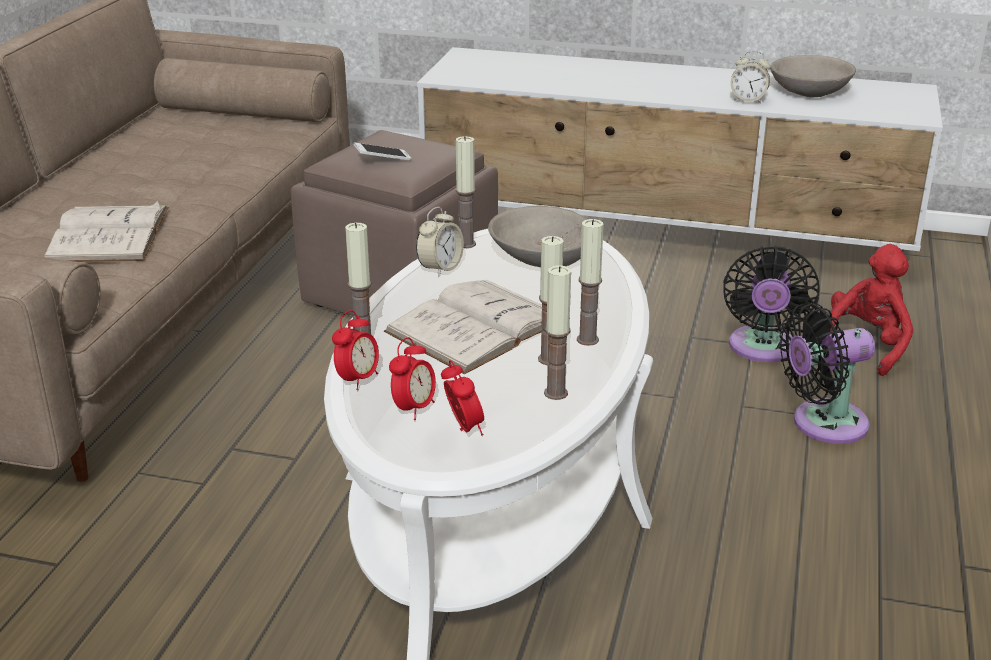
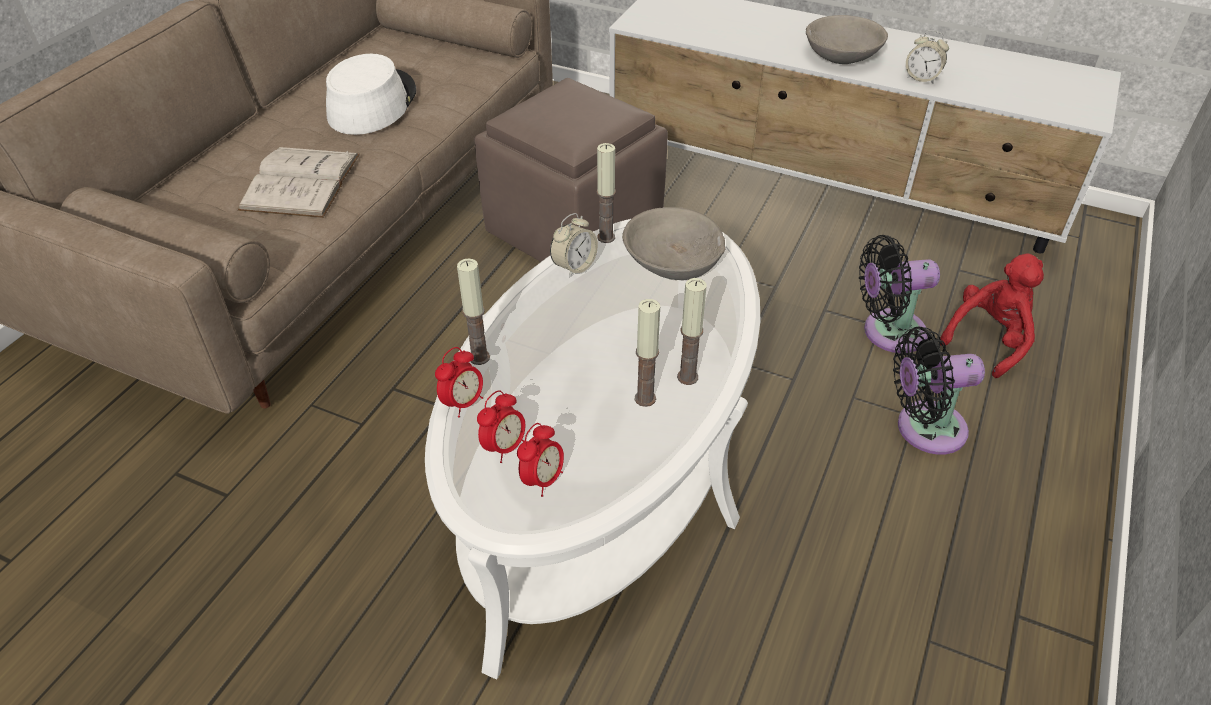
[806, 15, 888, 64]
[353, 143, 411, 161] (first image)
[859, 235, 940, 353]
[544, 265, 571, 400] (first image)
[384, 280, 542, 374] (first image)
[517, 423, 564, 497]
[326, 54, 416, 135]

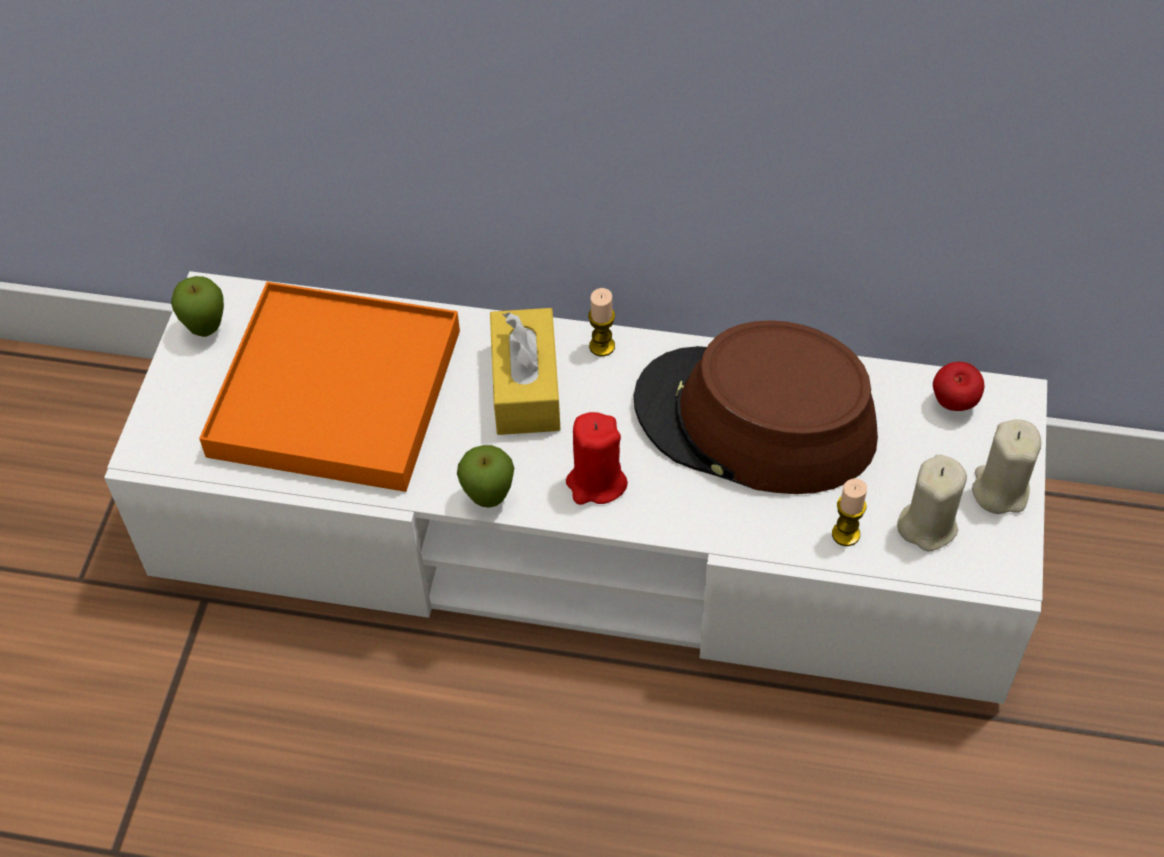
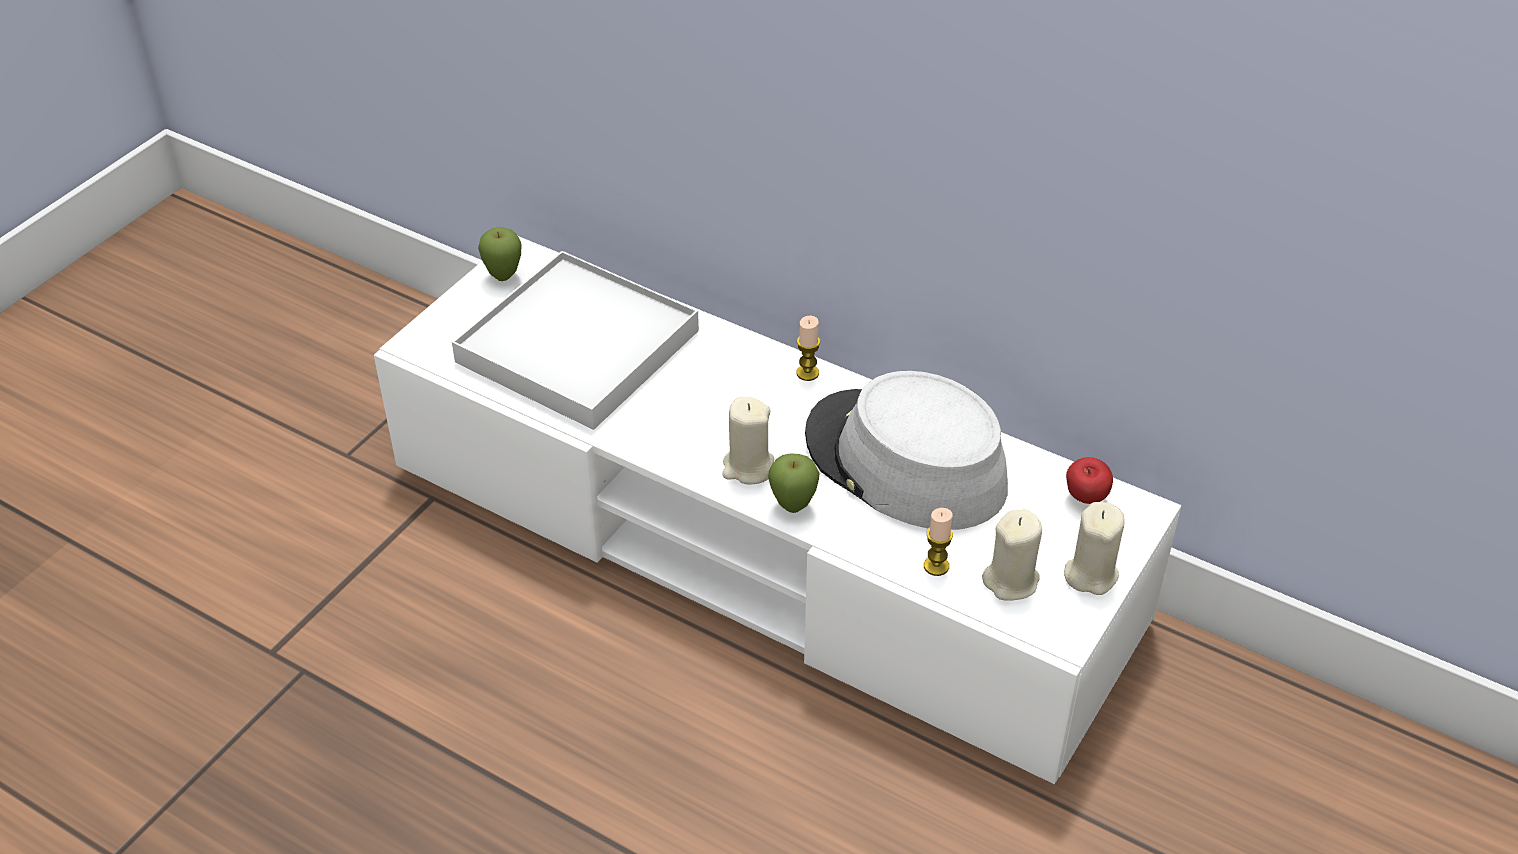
[452, 251, 699, 430]
[490, 308, 560, 435] (first image)
[805, 371, 1008, 530]
[722, 397, 775, 484]
[768, 453, 819, 513]

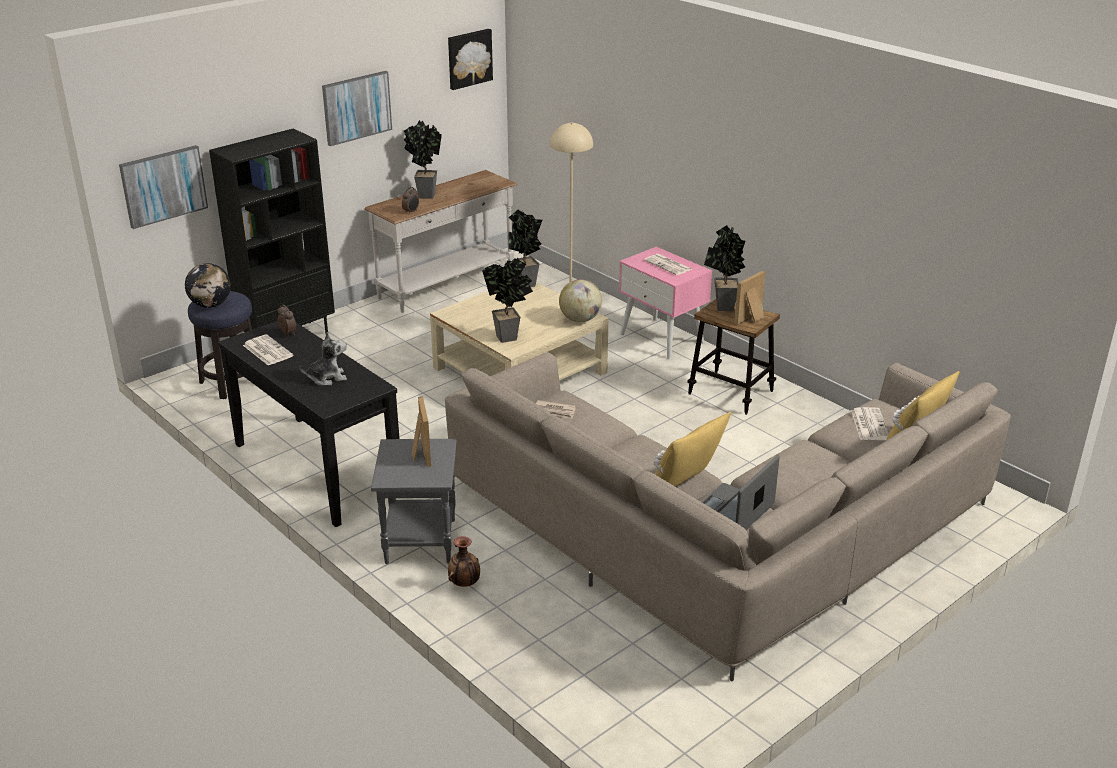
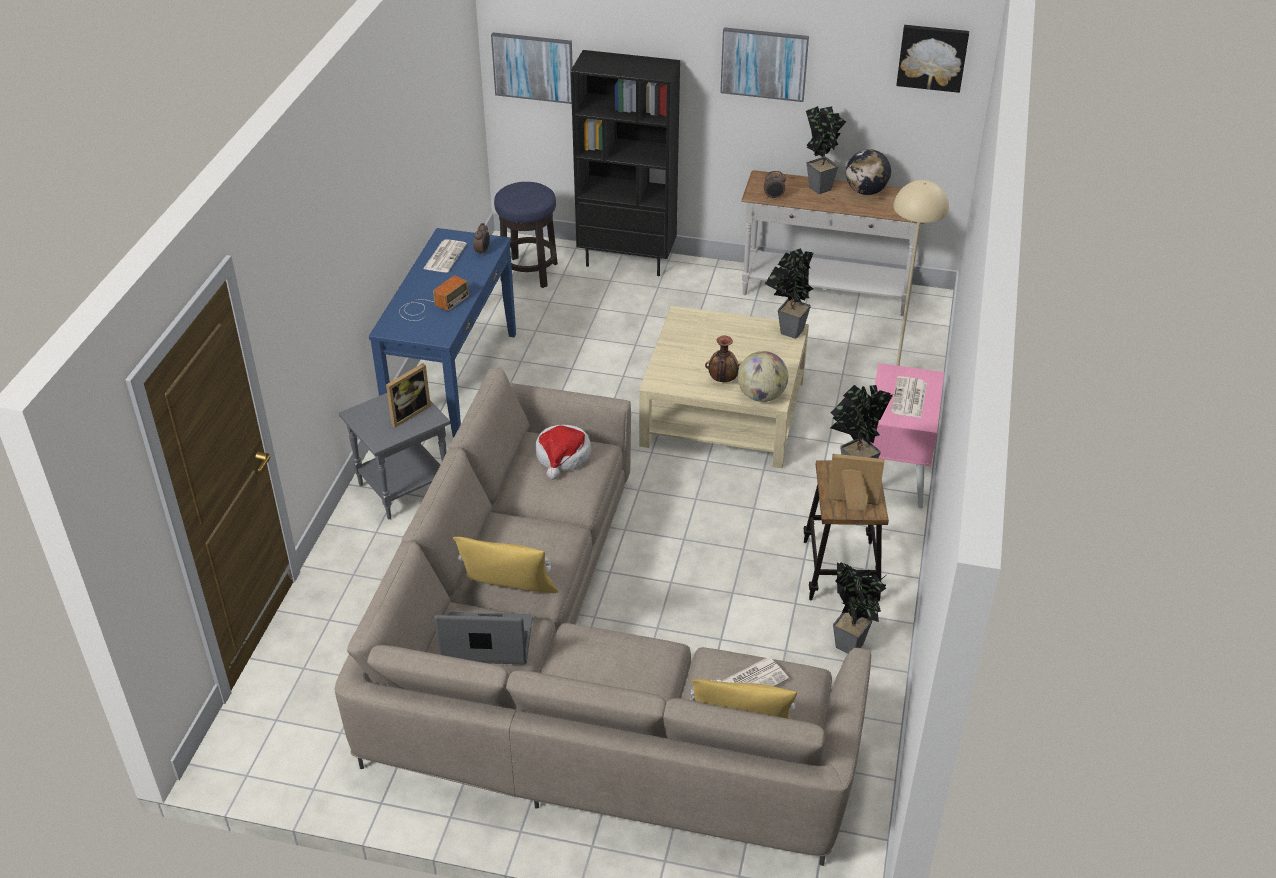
[833, 562, 886, 653]
[846, 149, 891, 195]
[369, 228, 516, 438]
[399, 275, 469, 321]
[536, 425, 591, 479]
[705, 336, 741, 382]

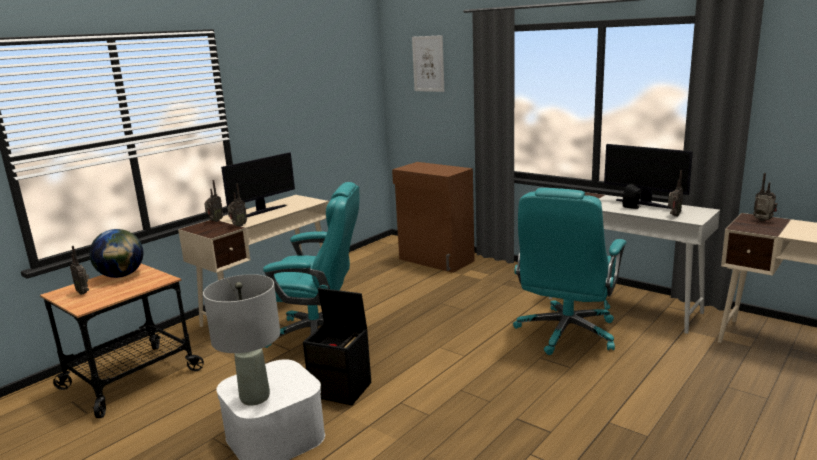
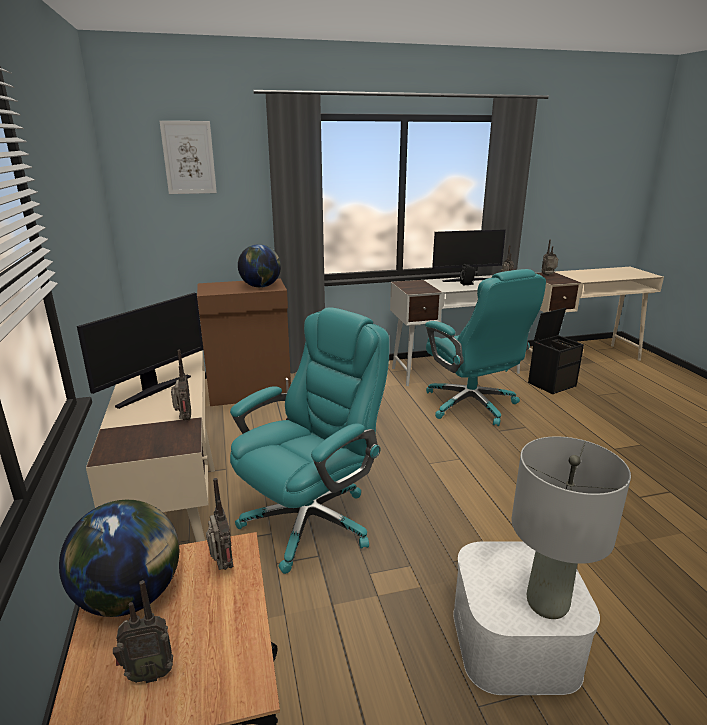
[77, 293, 203, 409]
[206, 478, 233, 570]
[528, 308, 584, 394]
[238, 244, 281, 288]

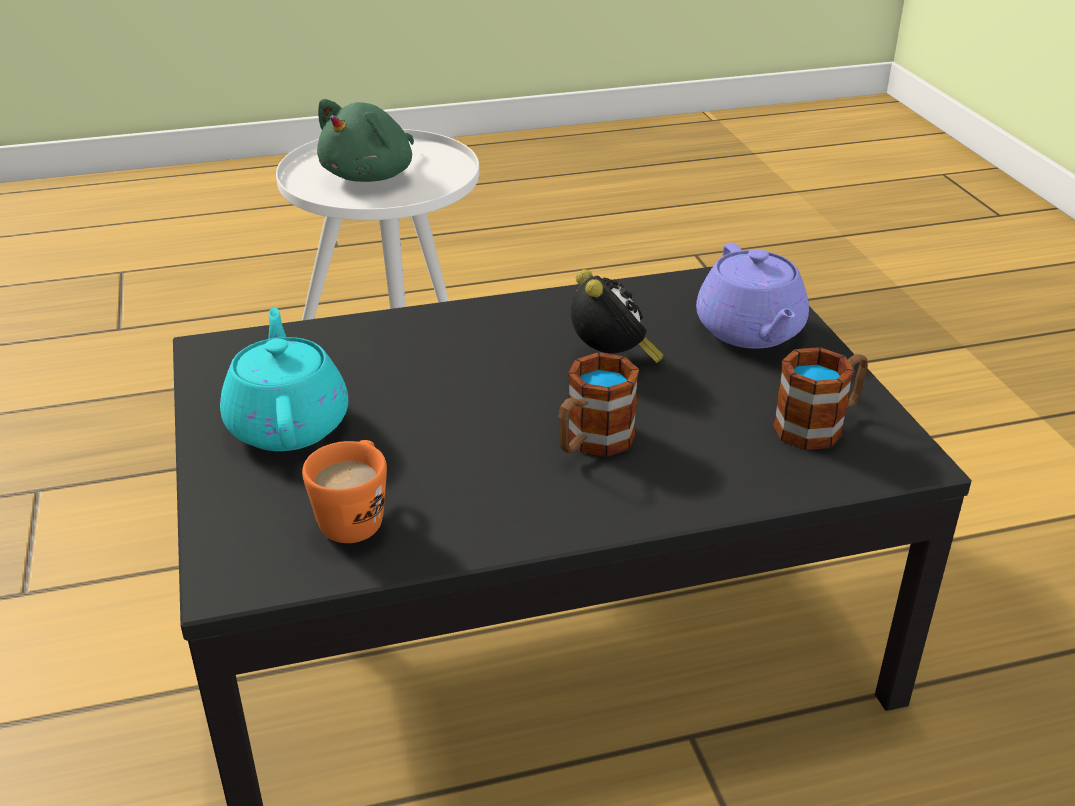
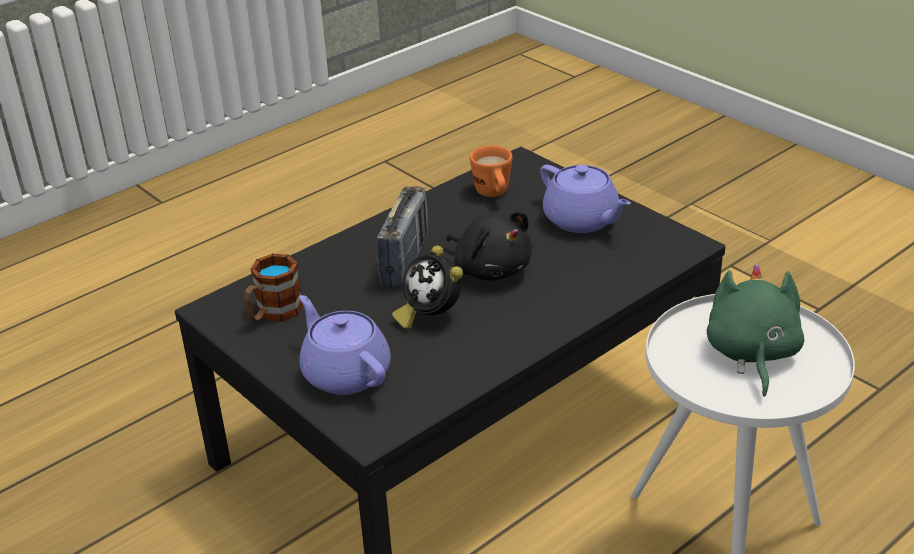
[540, 165, 631, 233]
[377, 186, 428, 288]
[446, 212, 532, 281]

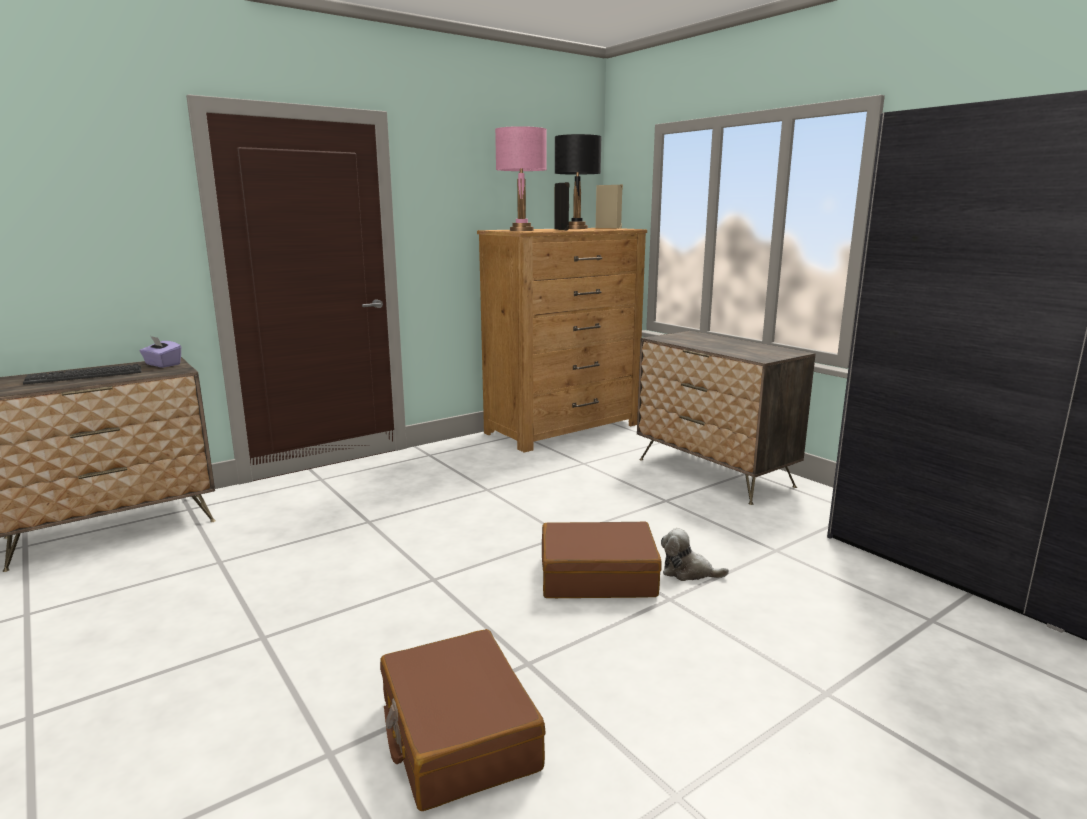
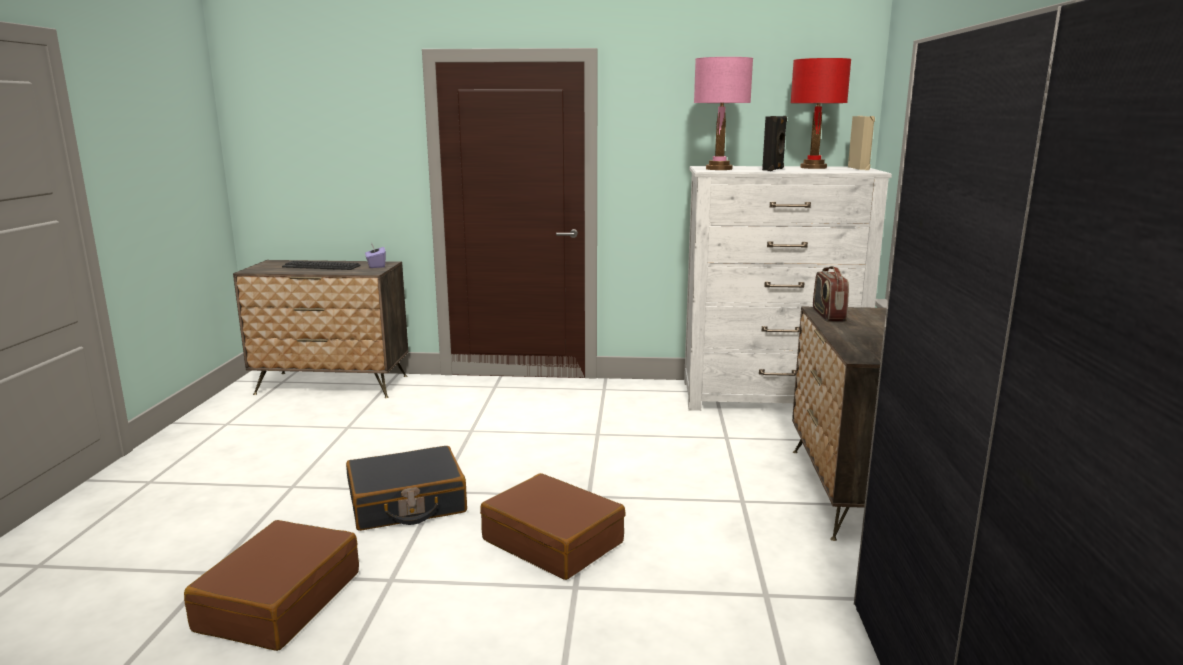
[791, 58, 851, 169]
[684, 166, 892, 411]
[661, 528, 729, 581] (first image)
[813, 266, 849, 321]
[346, 446, 467, 531]

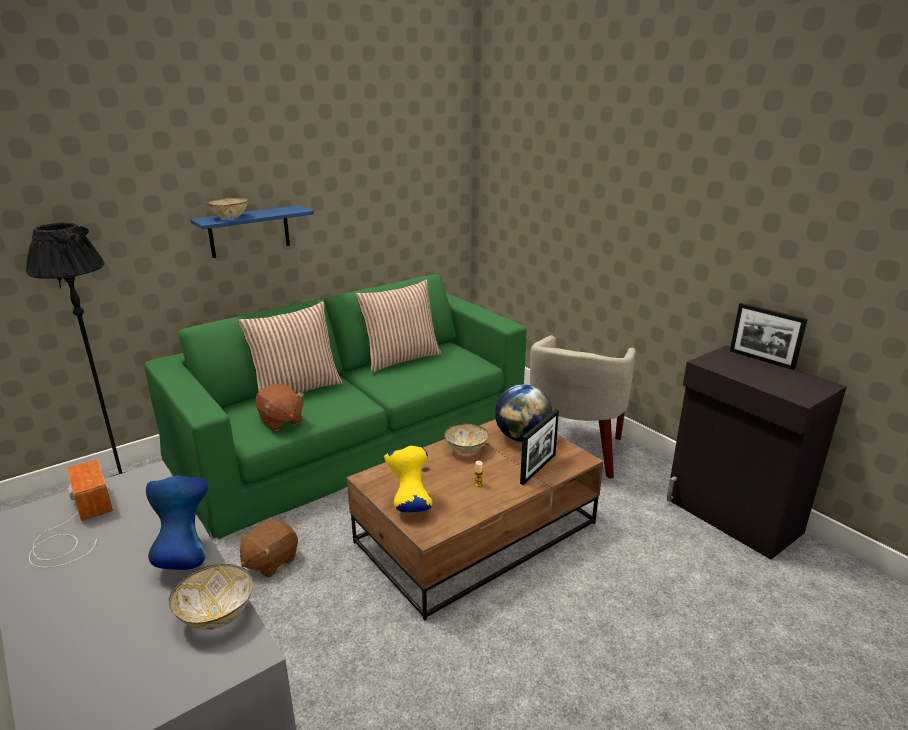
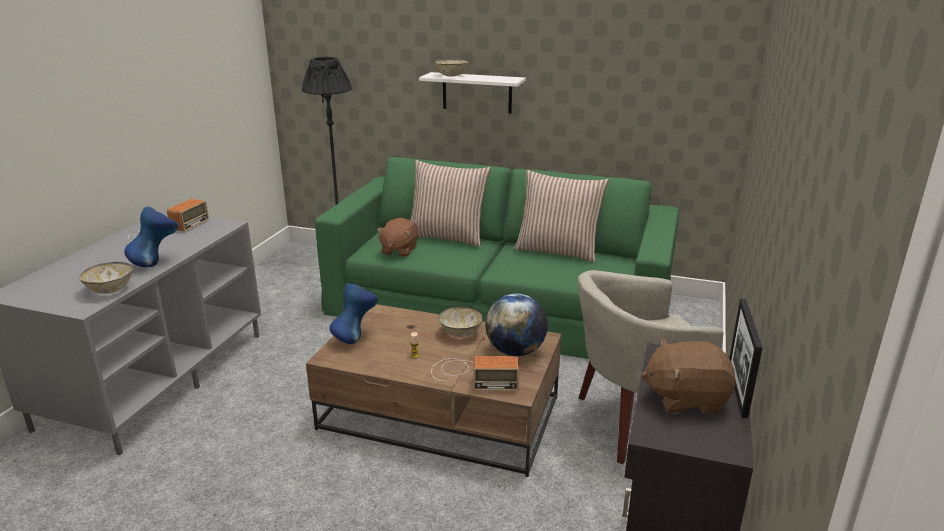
[419, 72, 526, 114]
[431, 356, 519, 391]
[329, 283, 378, 344]
[641, 338, 736, 415]

